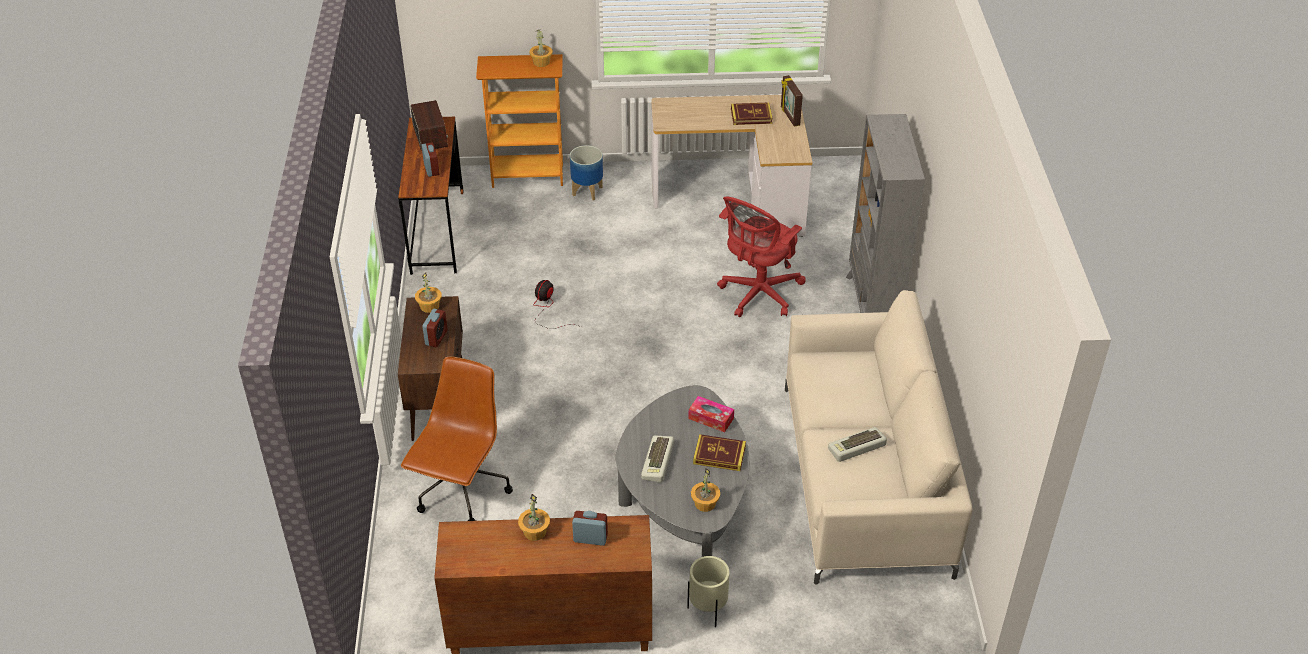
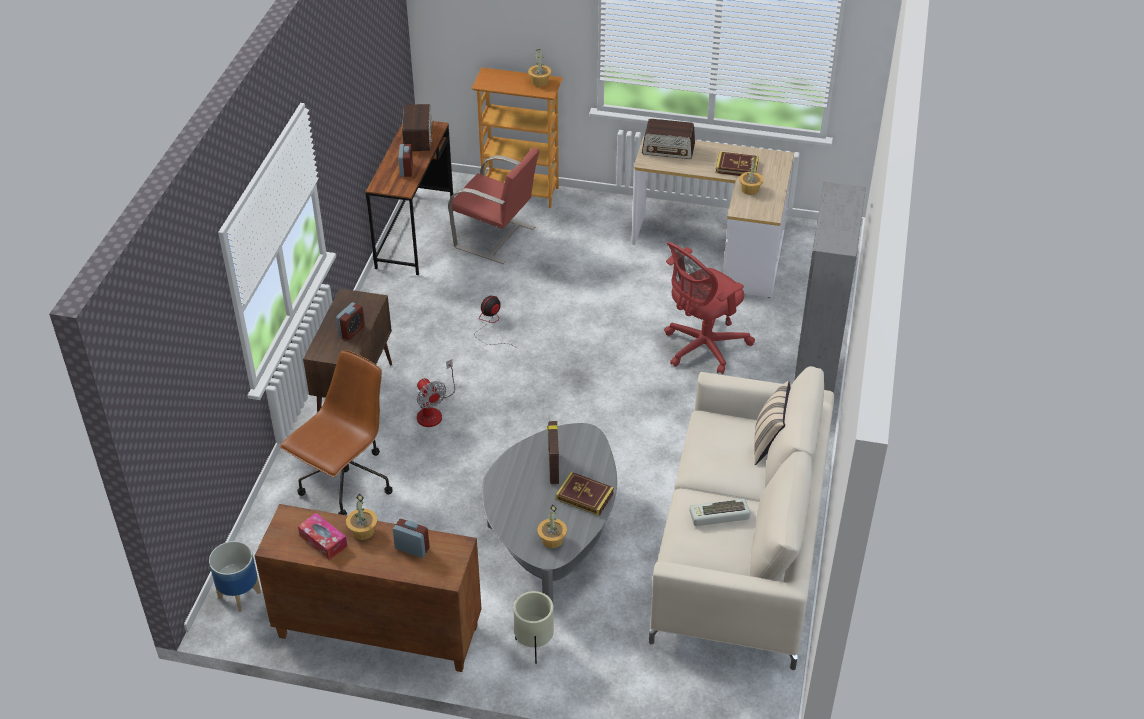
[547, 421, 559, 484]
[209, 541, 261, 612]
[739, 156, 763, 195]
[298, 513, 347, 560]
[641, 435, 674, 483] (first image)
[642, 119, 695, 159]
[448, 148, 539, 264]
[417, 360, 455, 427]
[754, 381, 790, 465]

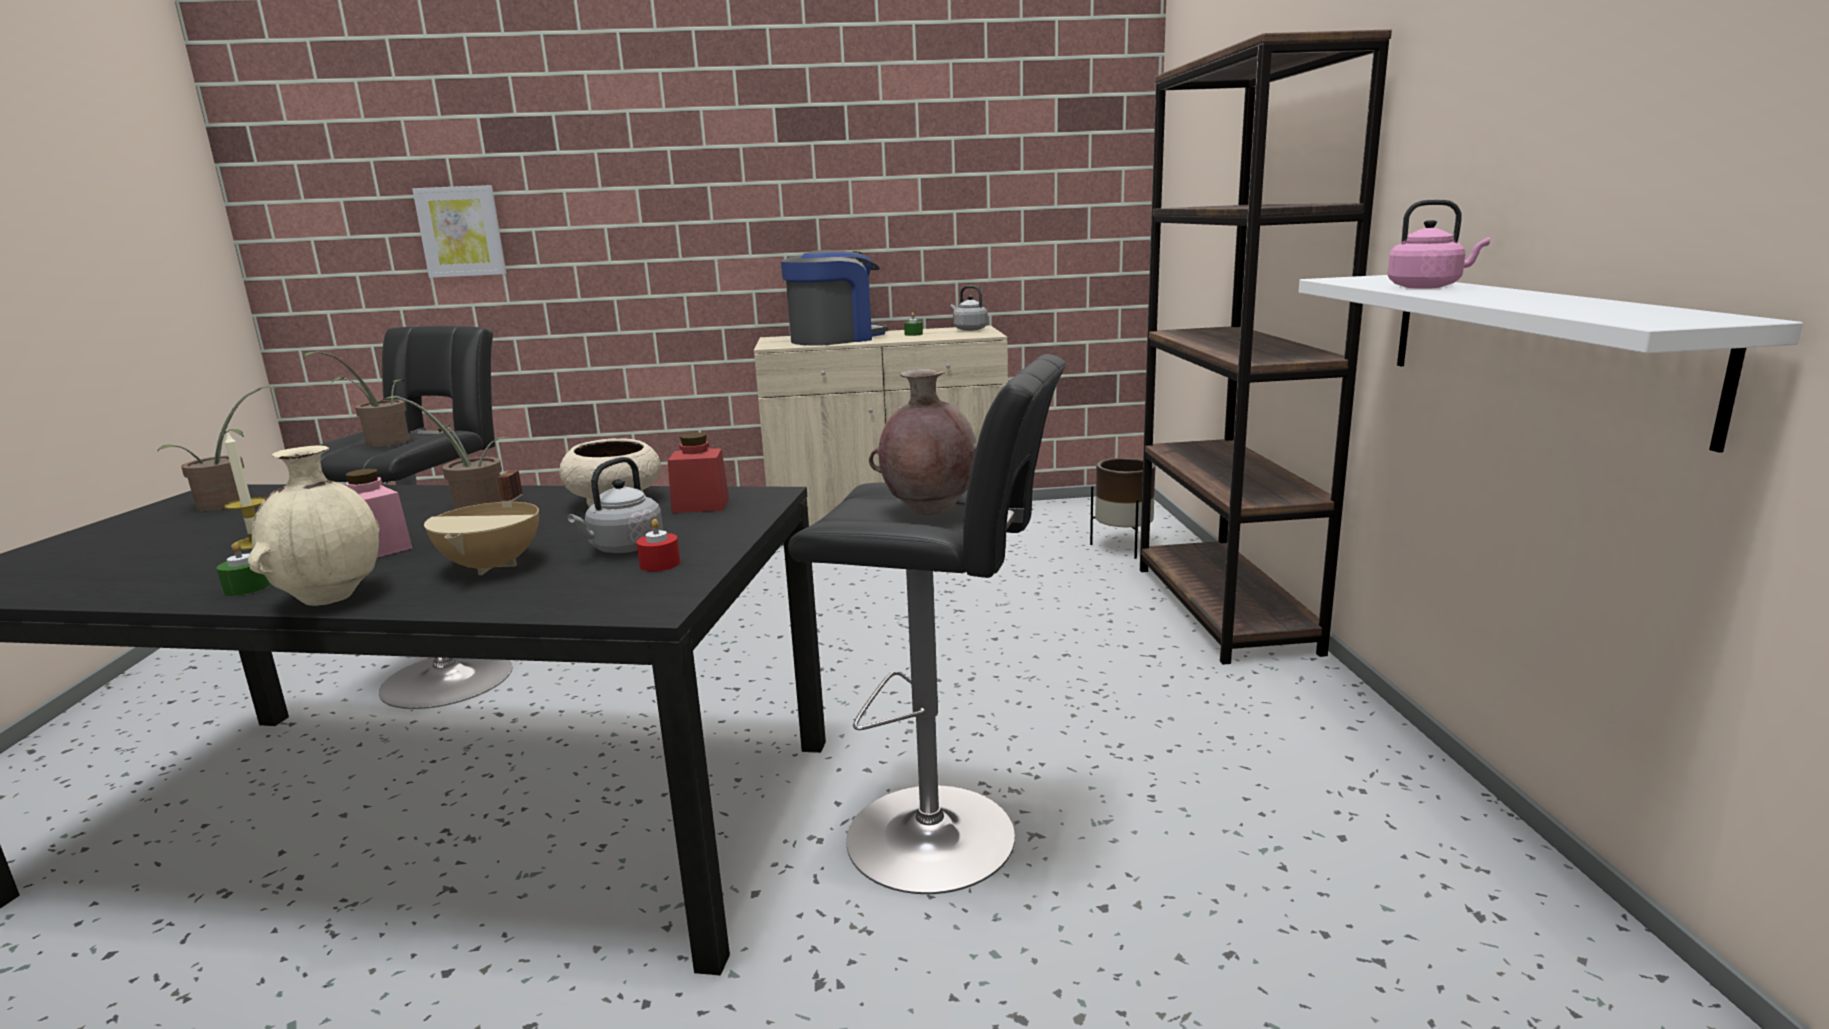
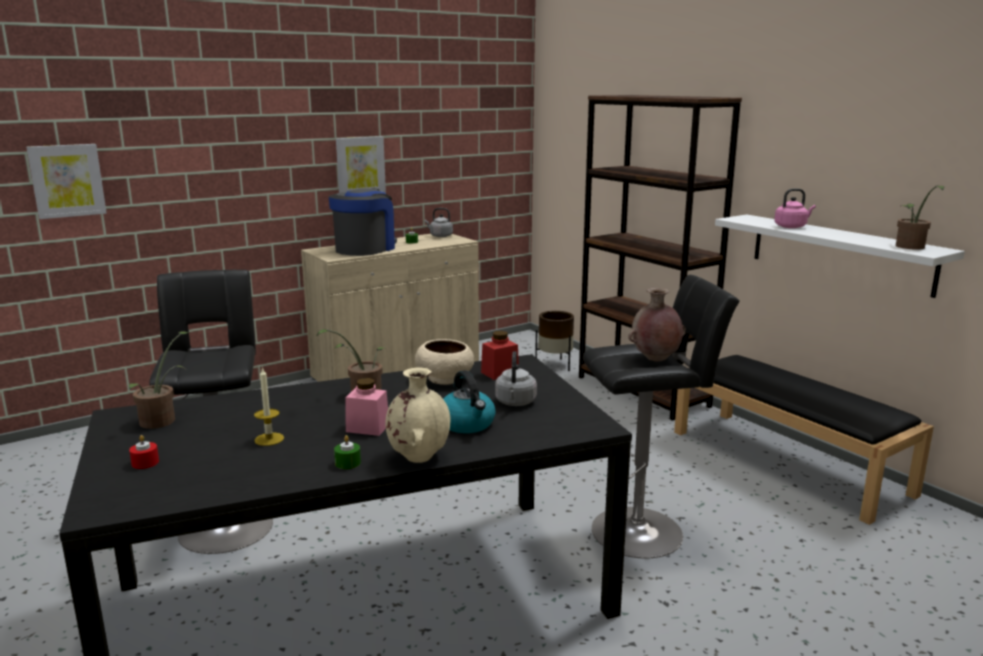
[896, 185, 944, 250]
[443, 370, 496, 433]
[129, 435, 159, 469]
[336, 136, 386, 193]
[674, 355, 934, 525]

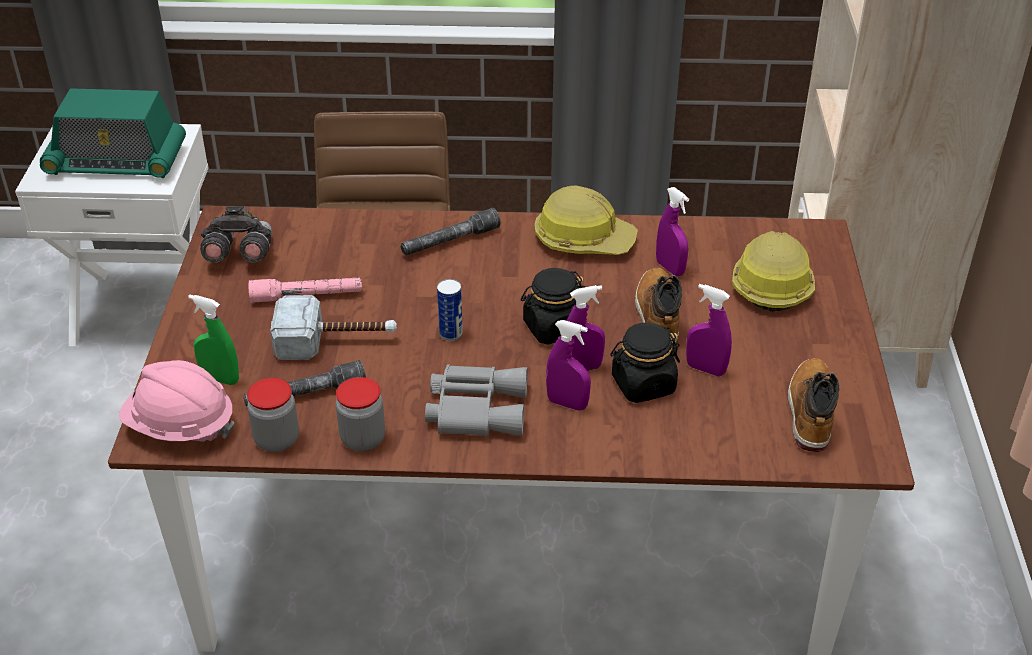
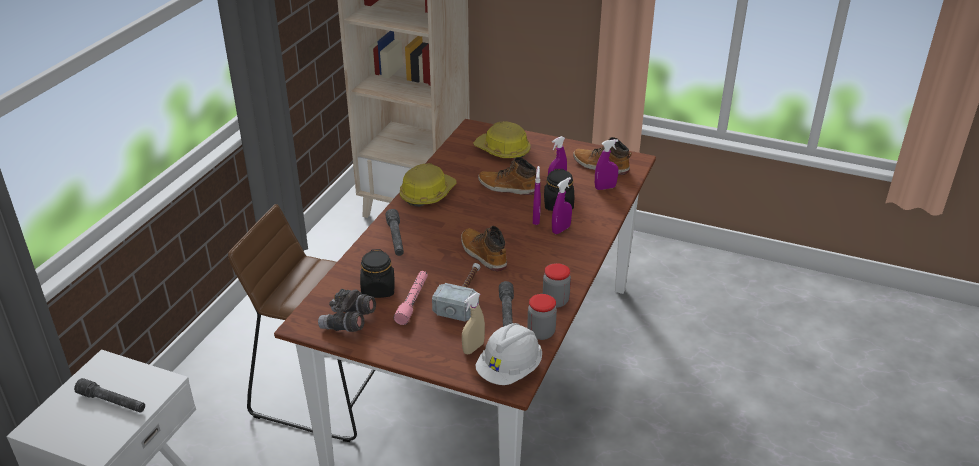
[74, 378, 145, 413]
[595, 139, 618, 190]
[360, 249, 394, 298]
[461, 226, 507, 271]
[462, 292, 485, 355]
[475, 323, 542, 385]
[425, 364, 528, 437] (first image)

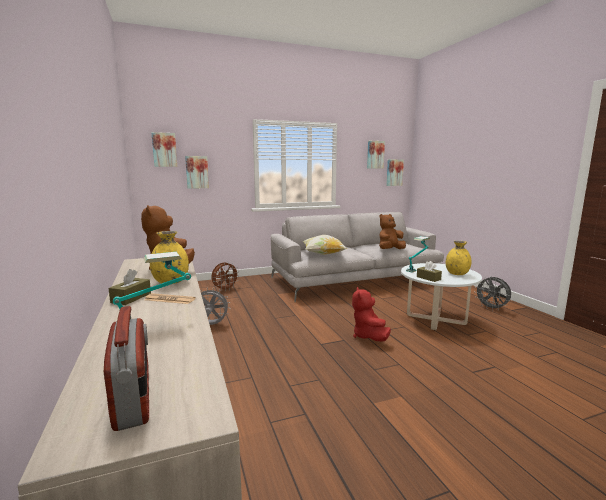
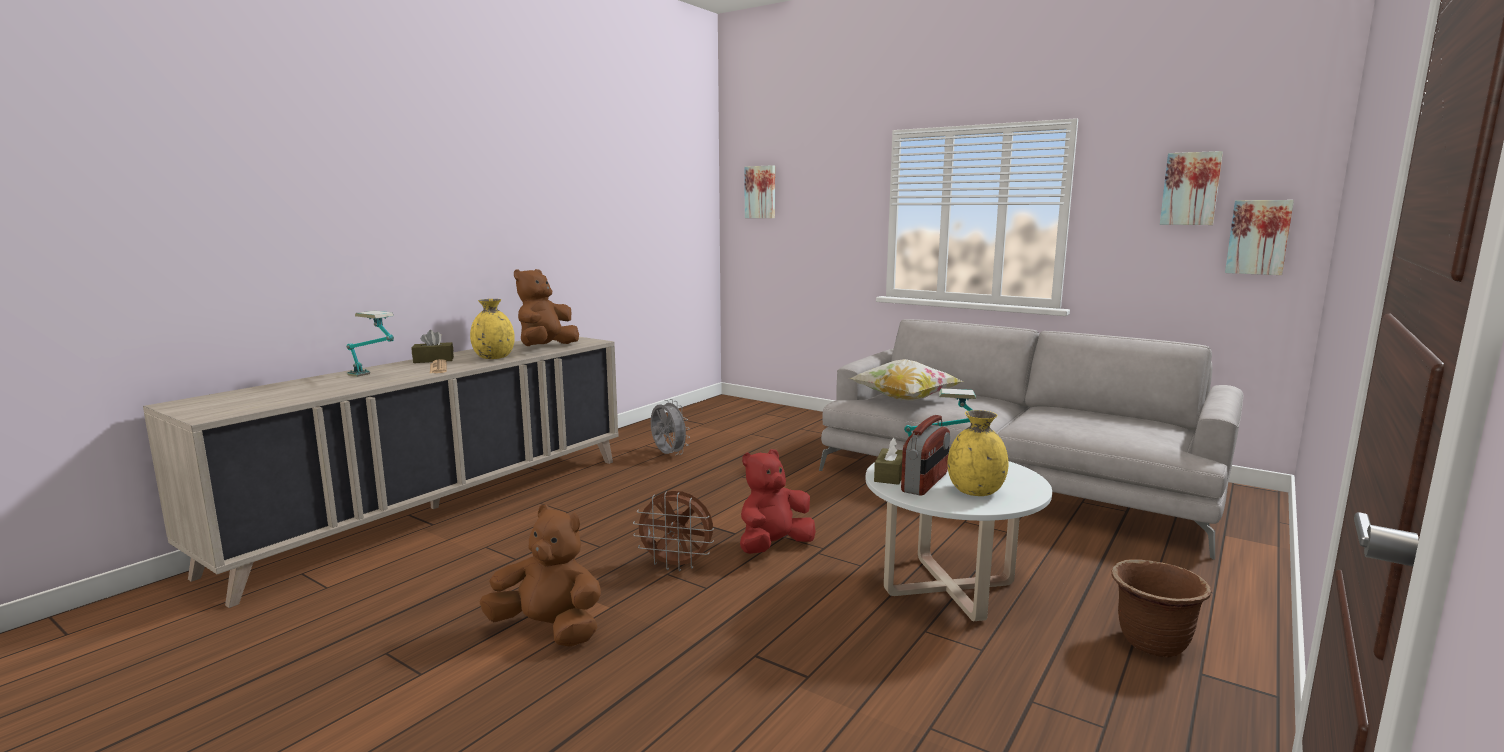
[185, 156, 209, 189] (first image)
[479, 504, 601, 647]
[633, 491, 714, 571]
[1111, 559, 1211, 658]
[901, 415, 950, 496]

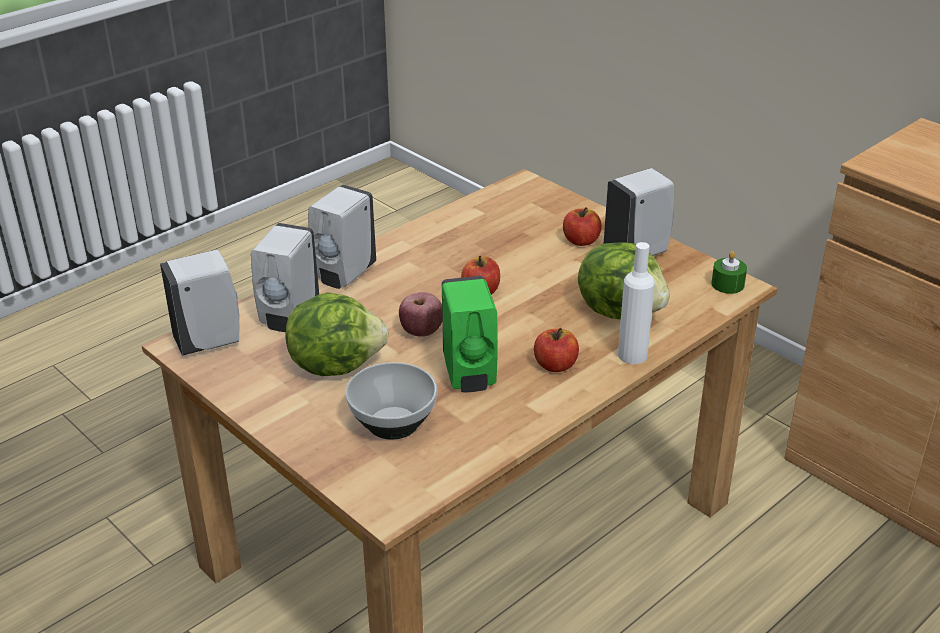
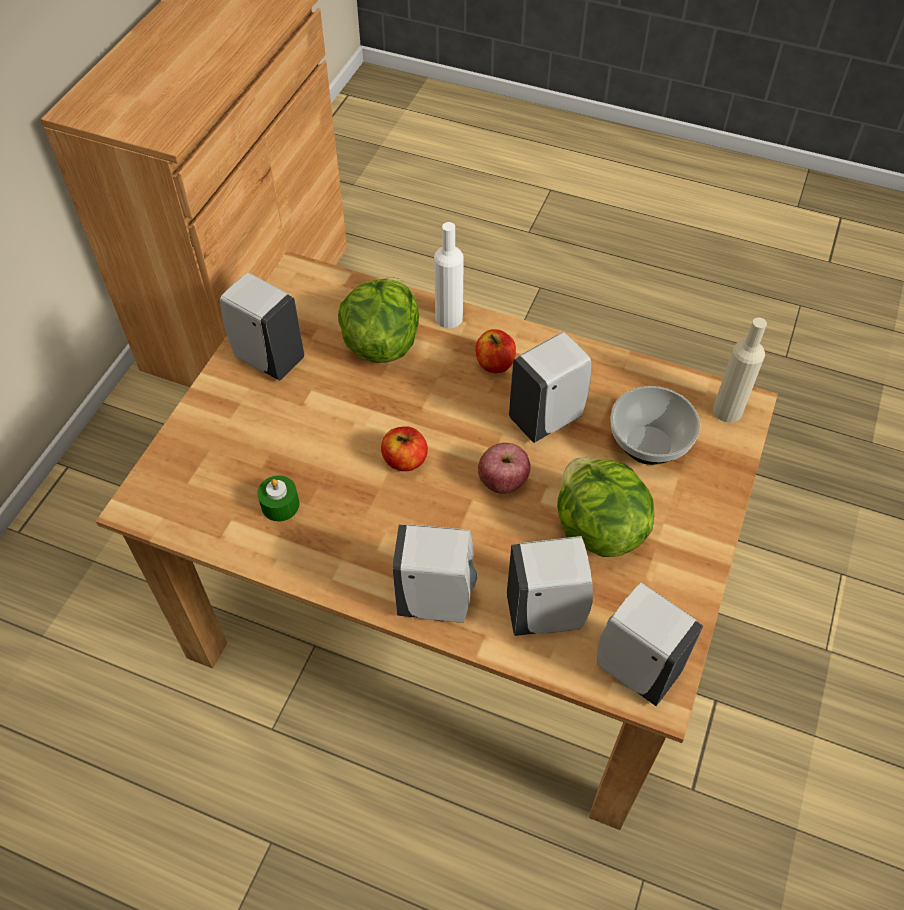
[563, 207, 601, 246] (first image)
[257, 476, 300, 521]
[509, 332, 591, 443]
[713, 317, 767, 423]

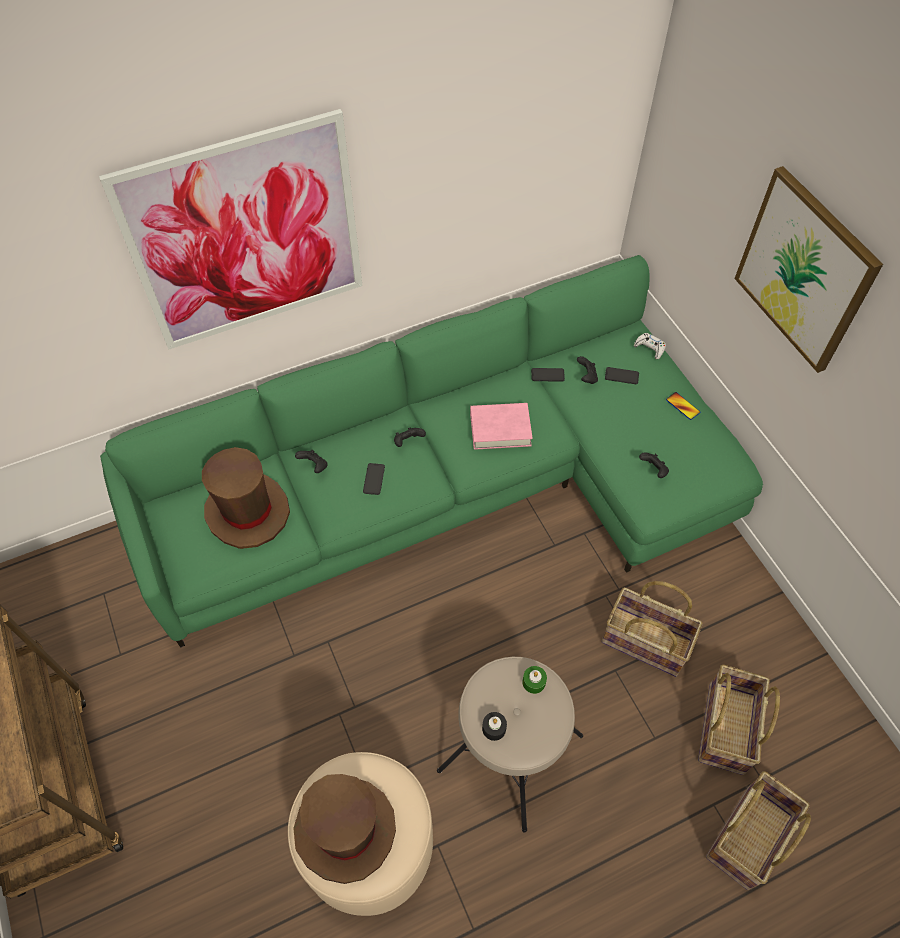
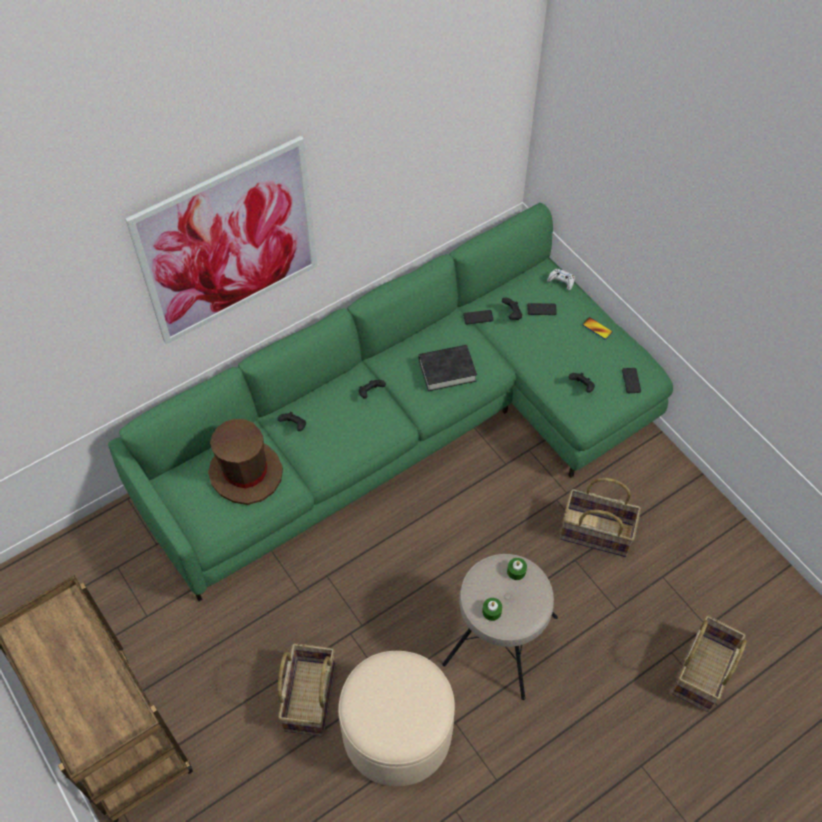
[734, 166, 883, 373] (first image)
[419, 345, 477, 391]
[622, 368, 641, 393]
[278, 643, 336, 736]
[482, 598, 502, 621]
[293, 774, 396, 884] (first image)

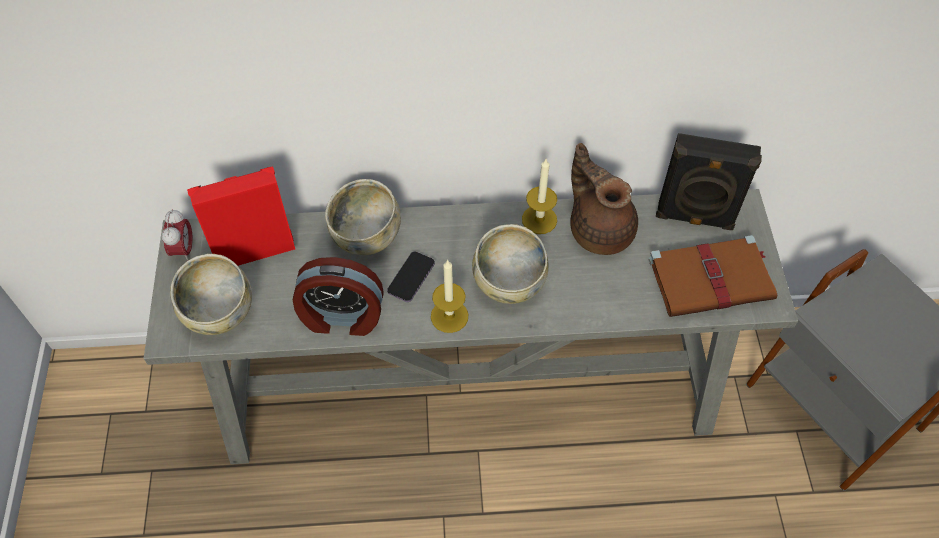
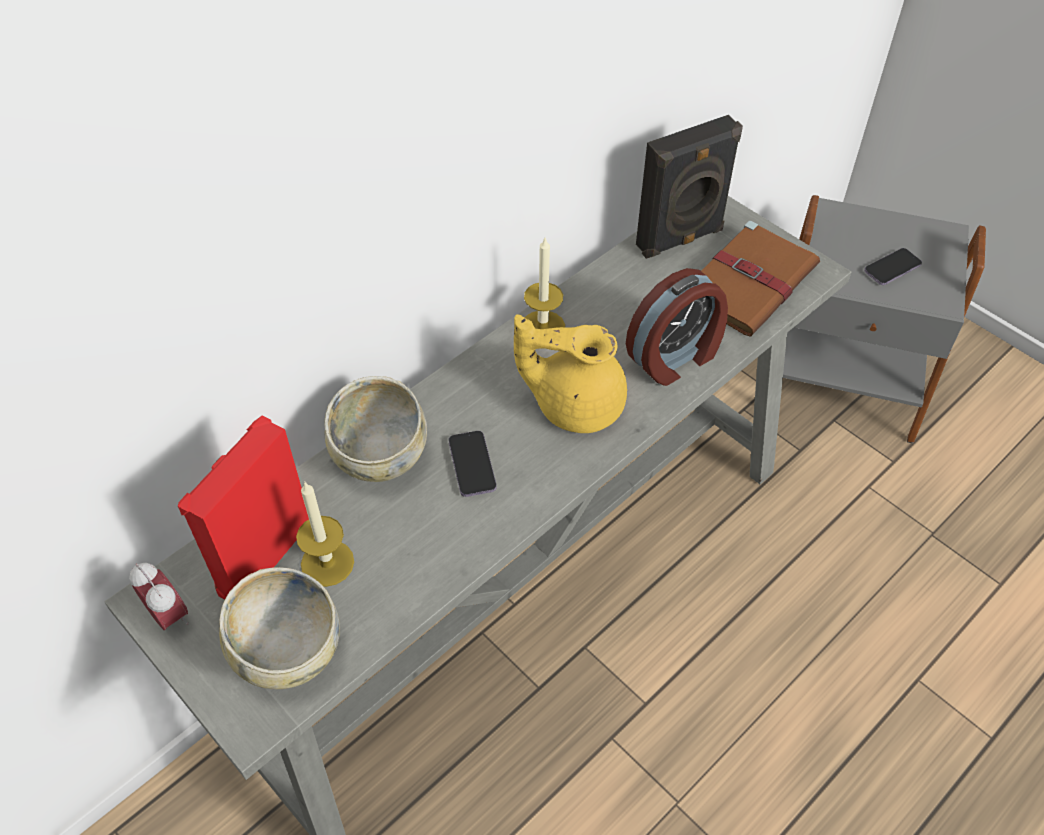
[570, 143, 638, 255] (first image)
[514, 314, 627, 433]
[626, 268, 728, 386]
[296, 482, 354, 587]
[864, 248, 922, 285]

